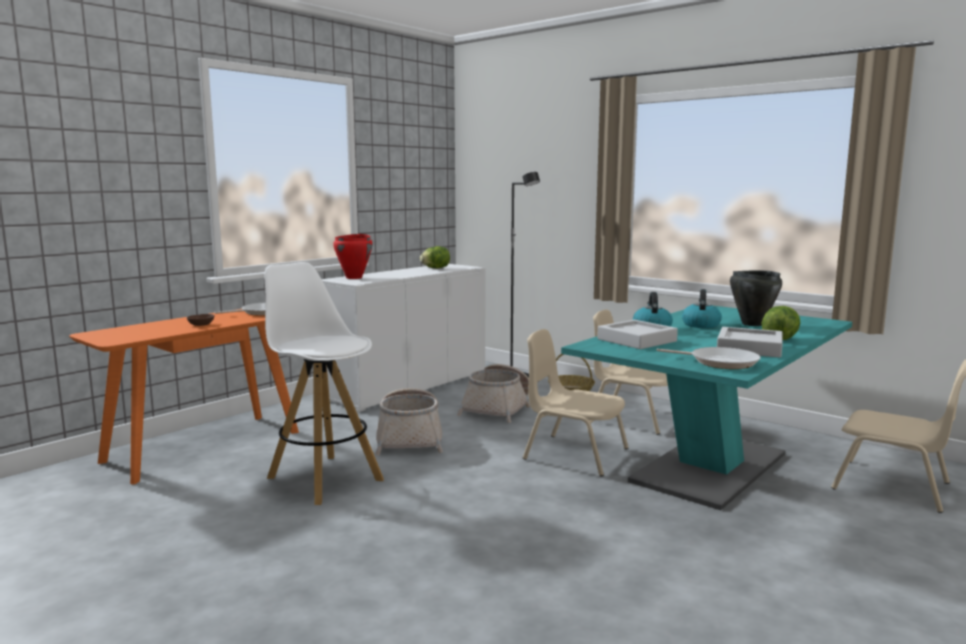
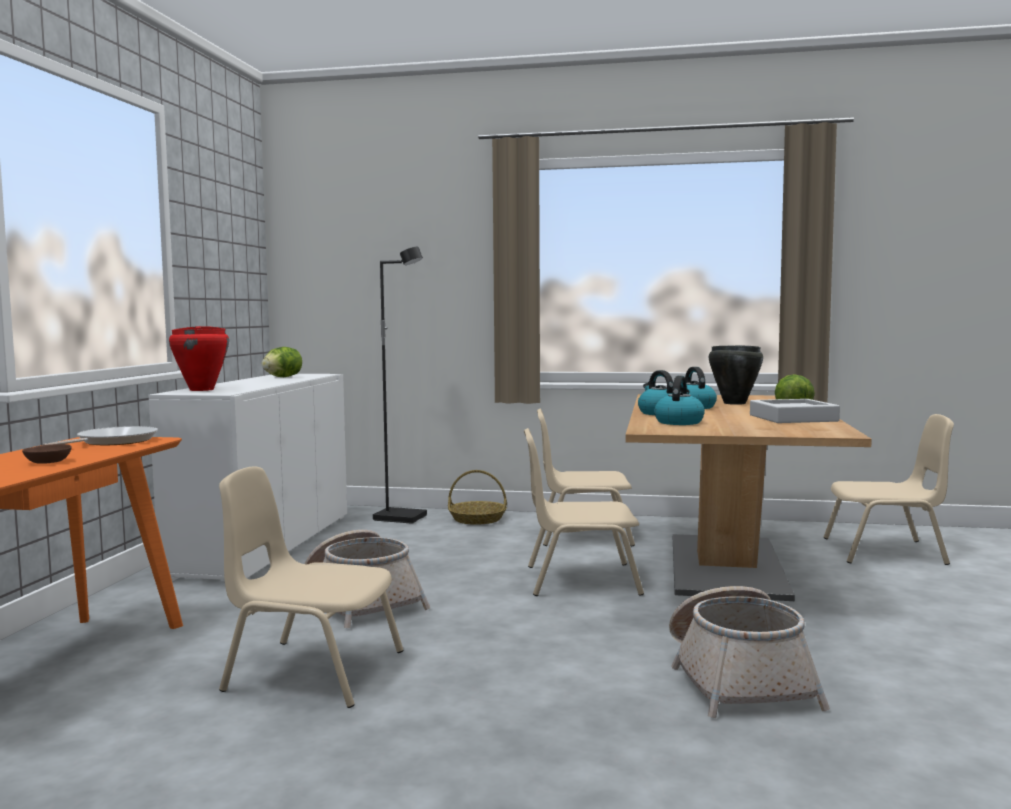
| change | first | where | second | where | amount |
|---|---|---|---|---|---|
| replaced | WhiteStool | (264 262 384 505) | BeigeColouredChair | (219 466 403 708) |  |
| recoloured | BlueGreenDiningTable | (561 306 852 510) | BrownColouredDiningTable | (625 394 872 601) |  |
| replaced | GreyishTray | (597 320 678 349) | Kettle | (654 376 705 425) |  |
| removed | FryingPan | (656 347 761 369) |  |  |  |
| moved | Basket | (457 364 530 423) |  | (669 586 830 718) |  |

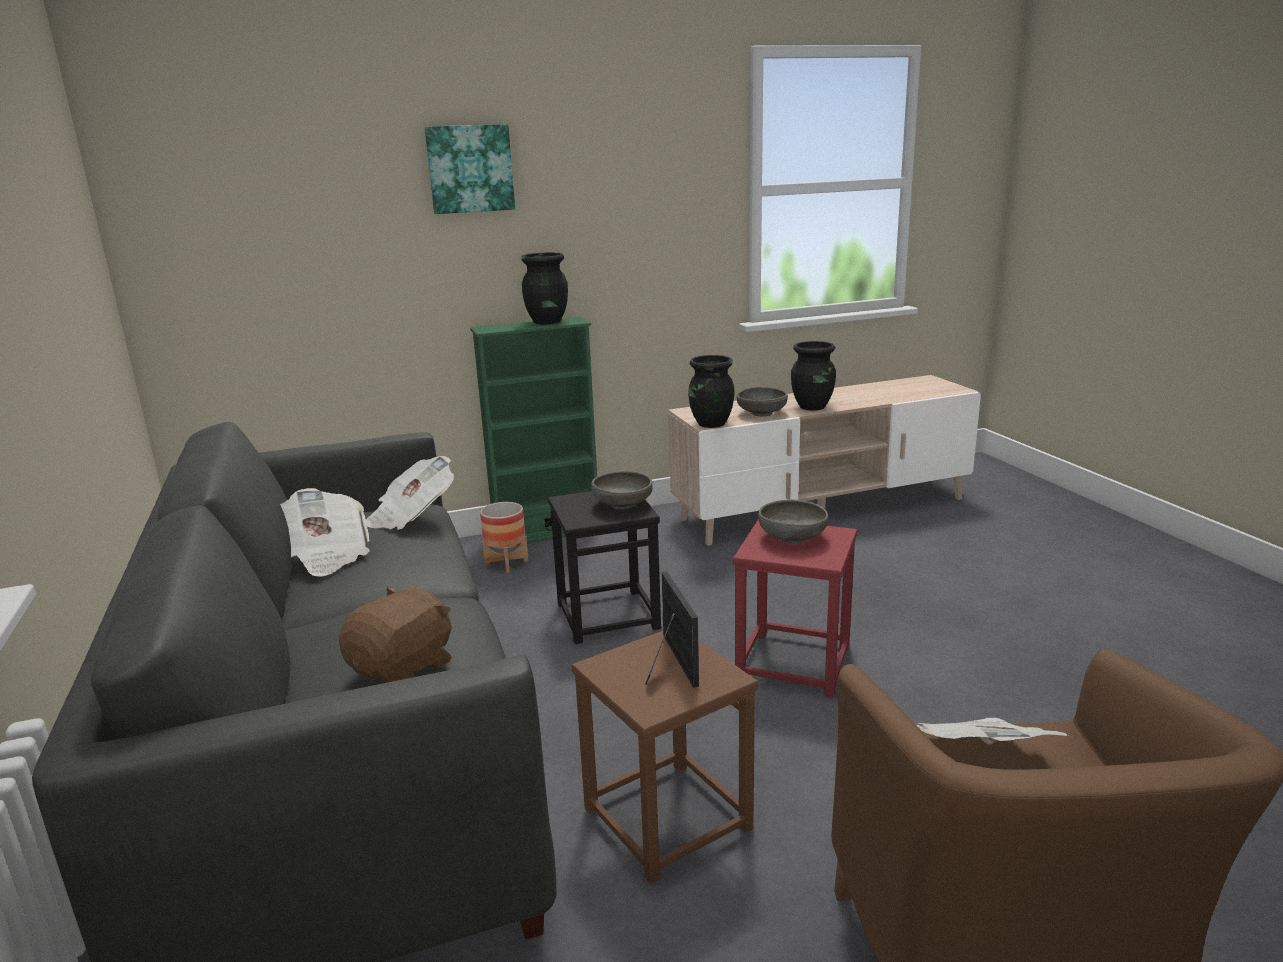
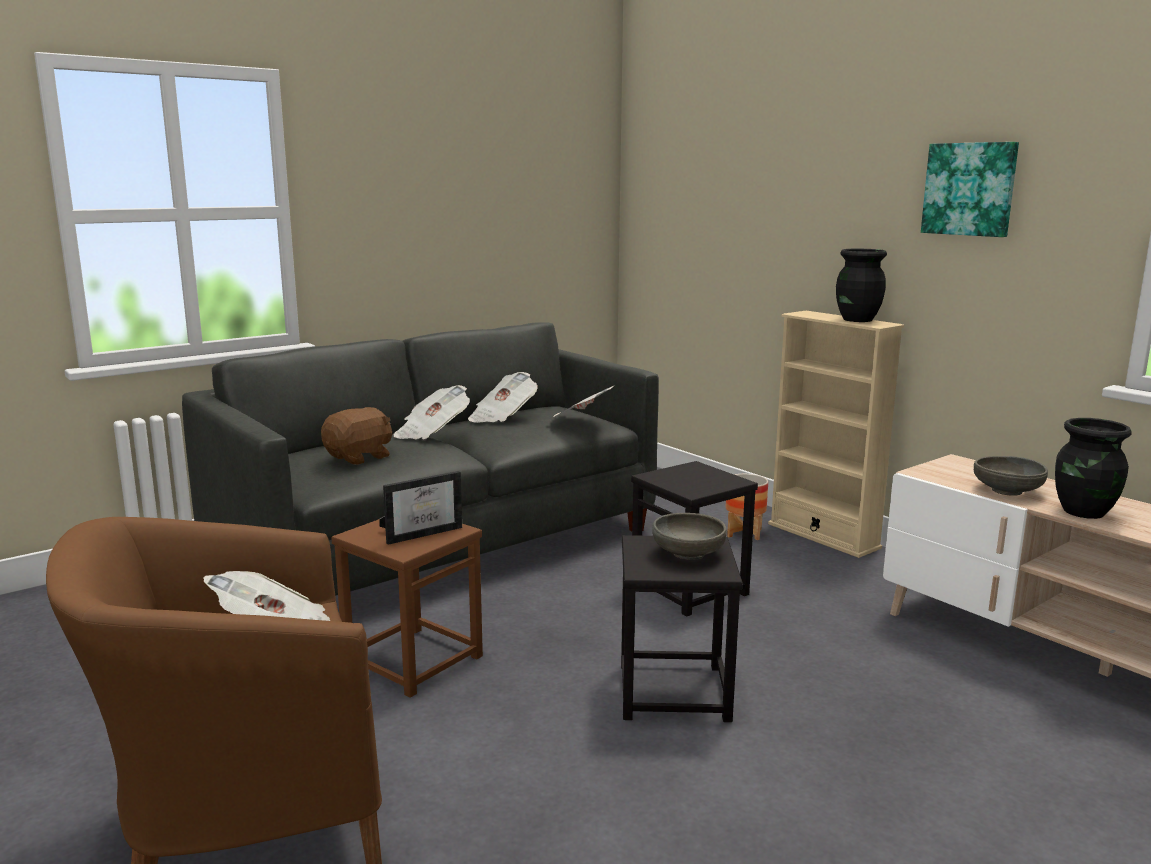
| change | first | where | second | where | amount |
|---|---|---|---|---|---|
| moved | WallArt | (424 124 515 214) |  | (921 142 1019 237) |  |
| recoloured | GreenColouredBookcase | (470 317 597 545) | BeigeColouredBookcase | (768 311 904 558) |  |
| removed | BlackishDecorativeVase | (688 355 735 428) |  |  |  |
| removed | GreyishBowl | (591 471 653 509) |  |  |  |
| recoloured | ReddishStool | (733 519 857 697) | BlackishStool | (621 535 743 722) |  |
| turned | BrownColouredPlushToy | (339 587 452 683) |  | (321 407 392 465) | 60 degrees counterclockwise |
| added |  |  | Newspaper | (393 385 470 439) |  |

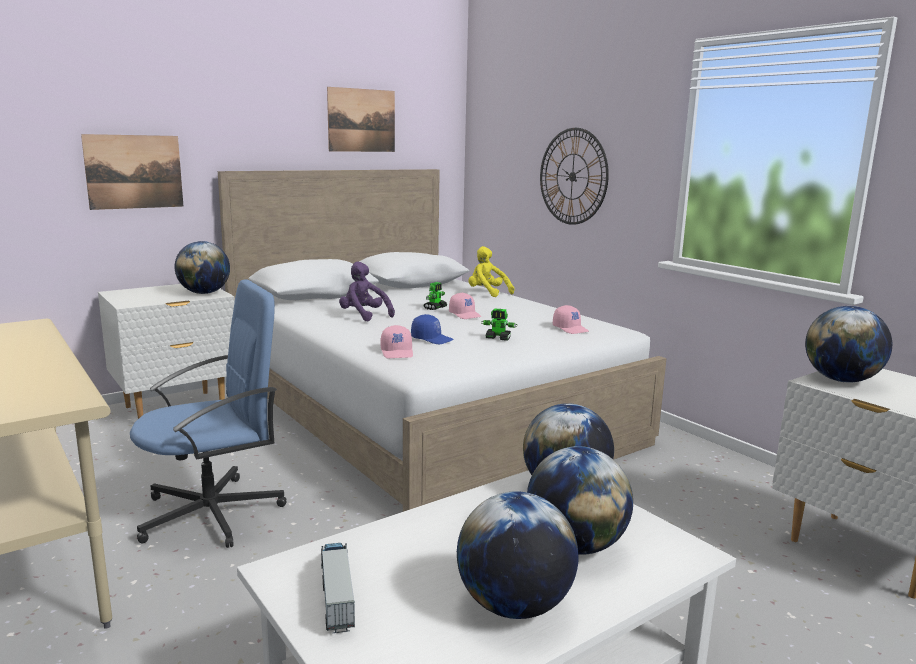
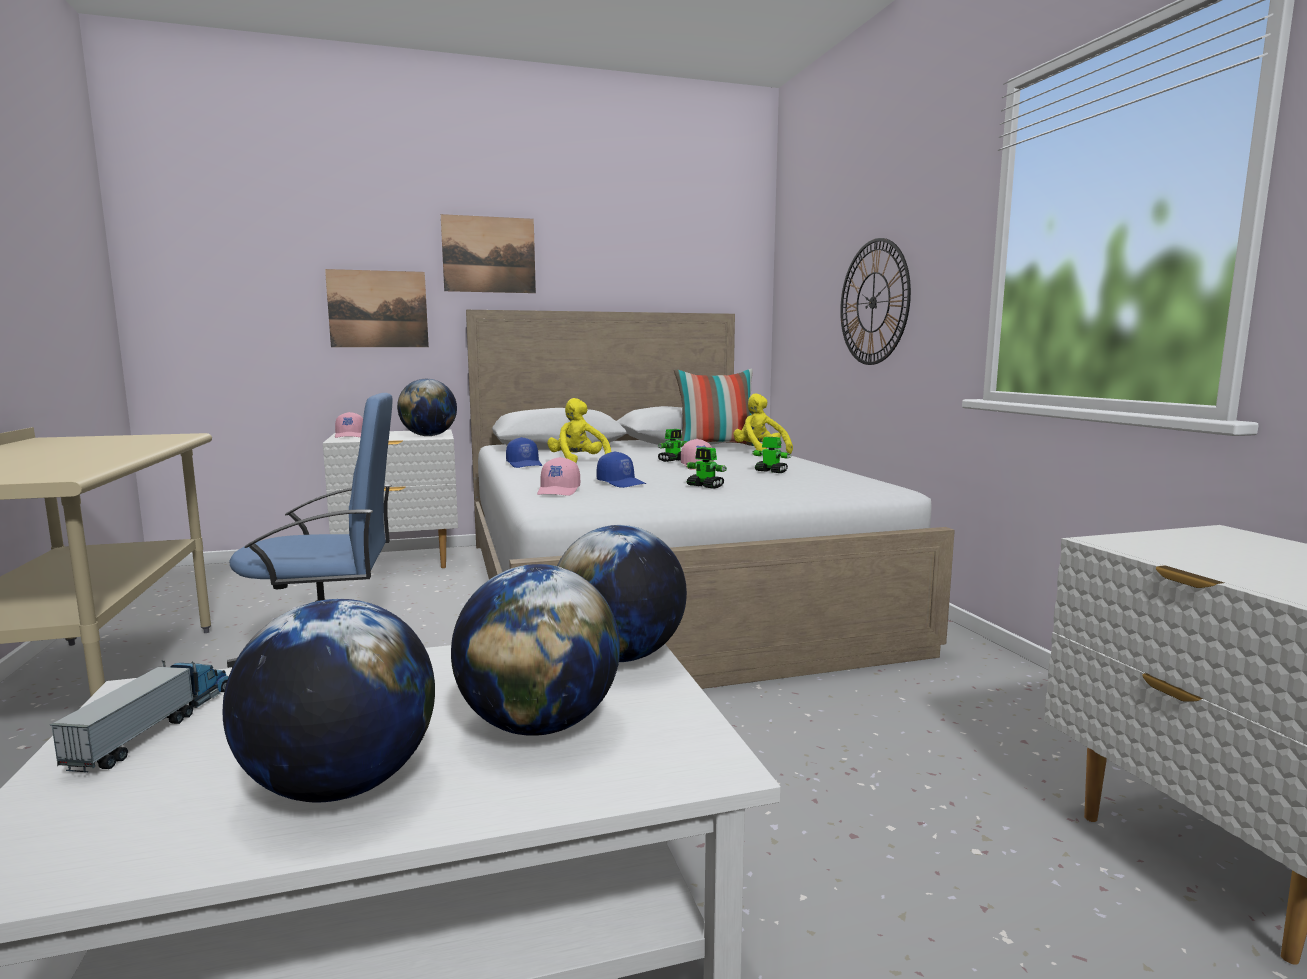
| change | first | where | second | where | amount |
|---|---|---|---|---|---|
| moved | WallArt | (327 87 395 152) |  | (441 214 536 293) |  |
| recoloured | PurpleColouredPlushToy | (339 262 395 321) | YellowColouredPlushToy | (547 398 611 463) |  |
| moved | PinkCap | (553 305 589 334) |  | (335 412 363 438) |  |
| removed | DeskGlobe | (805 306 892 382) |  |  |  |
| added |  |  | Pillow | (674 369 754 447) |  |
| added |  |  | BluishCap | (506 437 542 468) |  |
| added |  |  | ModelRobot | (752 437 791 473) |  |

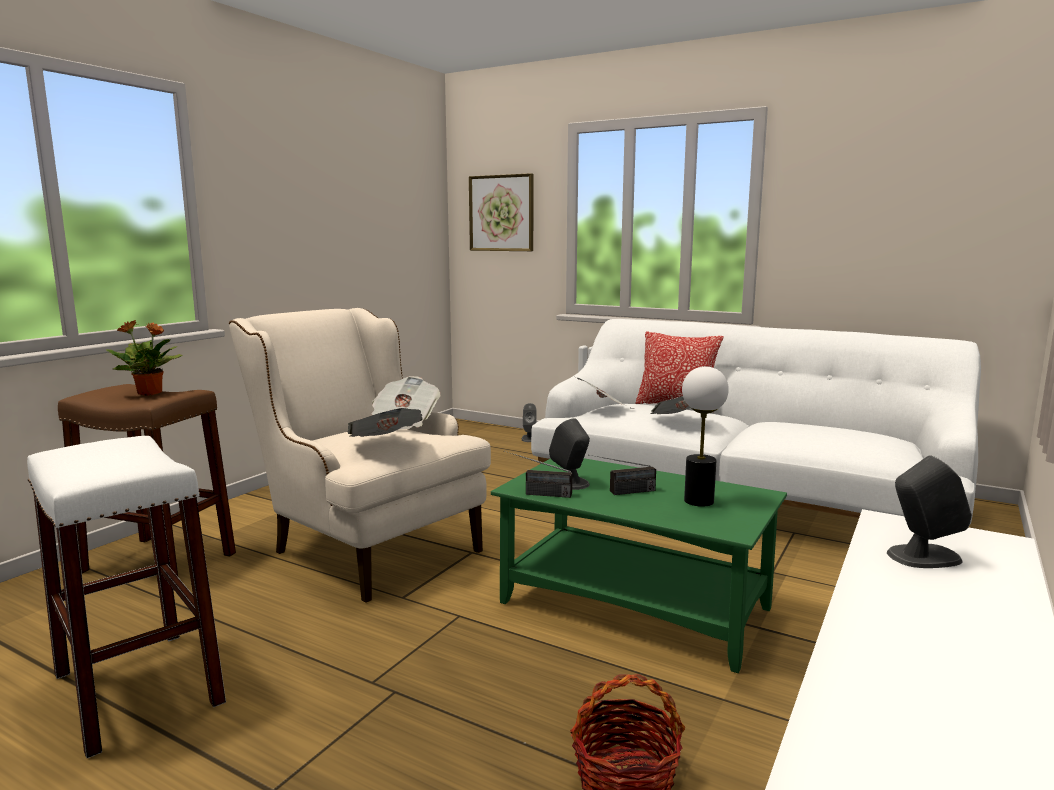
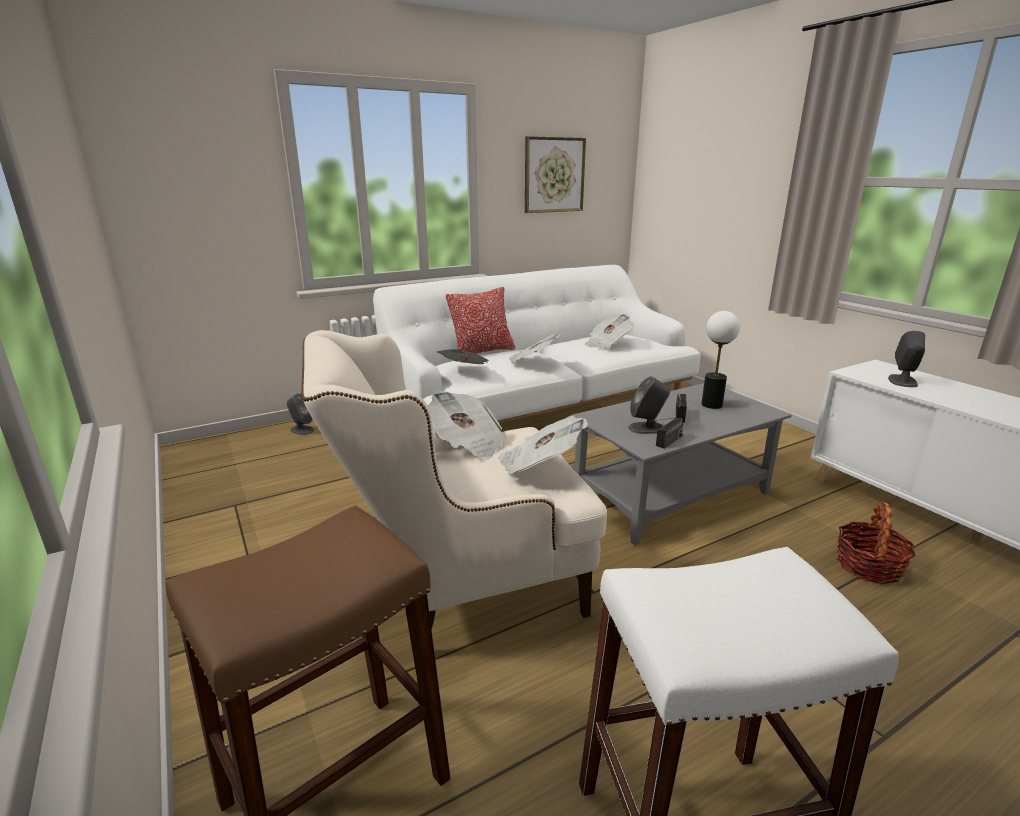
| change | first | where | second | where | amount |
|---|---|---|---|---|---|
| moved | WallArt | (469 173 533 251) |  | (525 136 586 213) |  |
| removed | PottedPlant | (106 320 183 396) |  |  |  |
| recoloured | GreenColouredLoungeTable | (491 458 787 673) | GreyishLoungeTable | (570 383 792 546) |  |
| added |  |  | Newspaper | (585 314 634 348) |  |

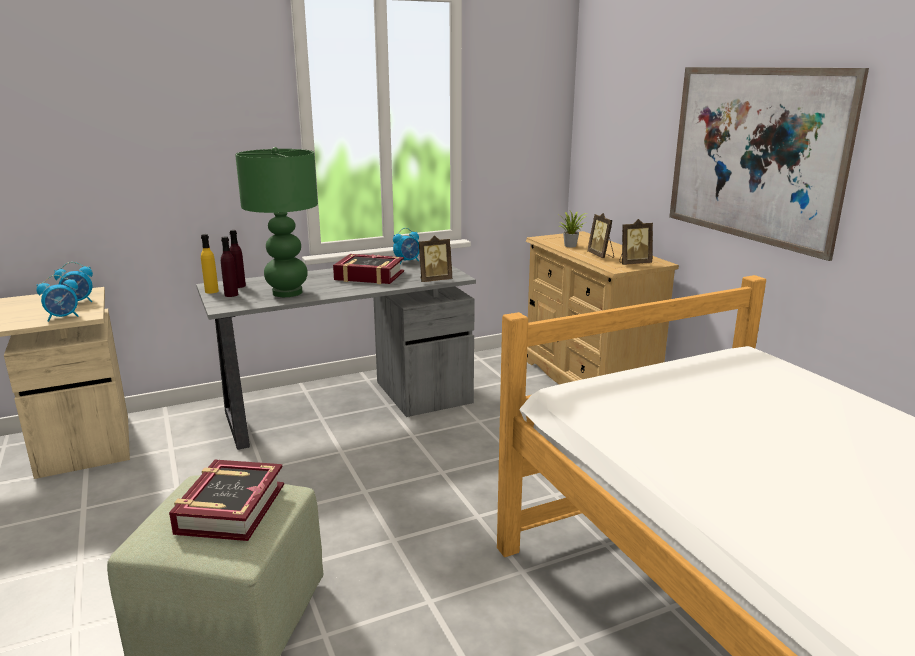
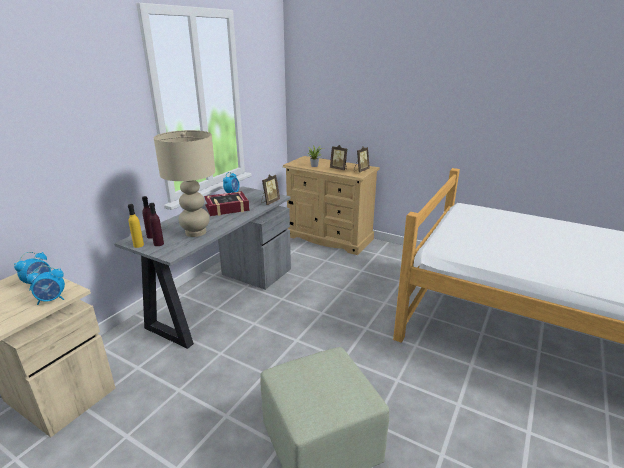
| change | first | where | second | where | amount |
|---|---|---|---|---|---|
| removed | WallArt | (669 67 869 261) |  |  |  |
| recoloured | GreenColouredLampForATable | (235 147 318 297) | BeigeColouredLampForATable | (154 130 215 237) |  |
| turned | BedsideClock | (36 275 79 322) |  | (27 266 65 305) | 45 degrees clockwise |
| removed | BoundBook | (169 460 284 541) |  |  |  |

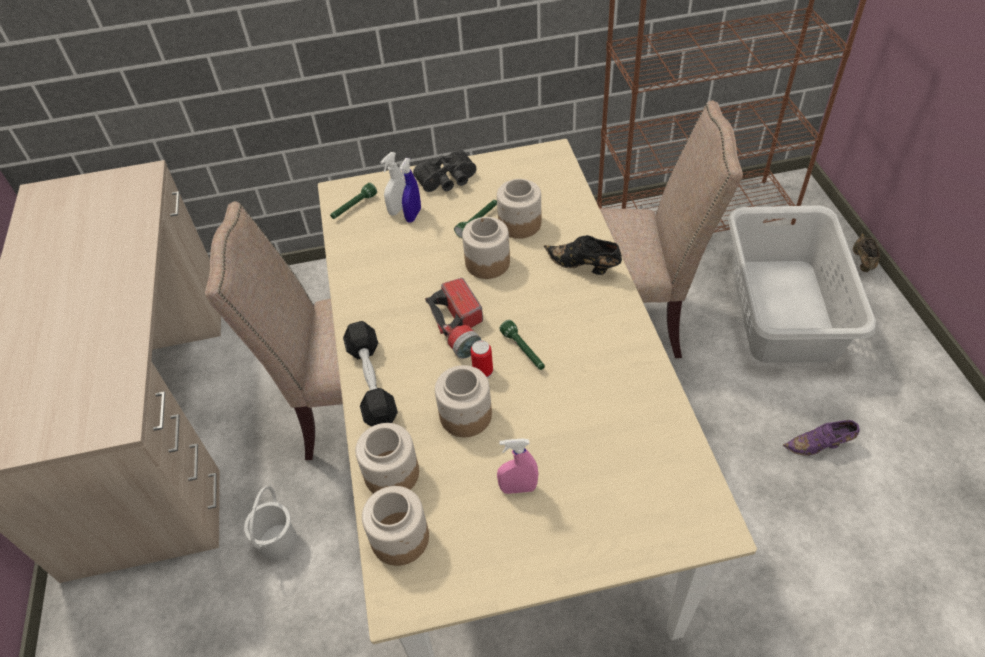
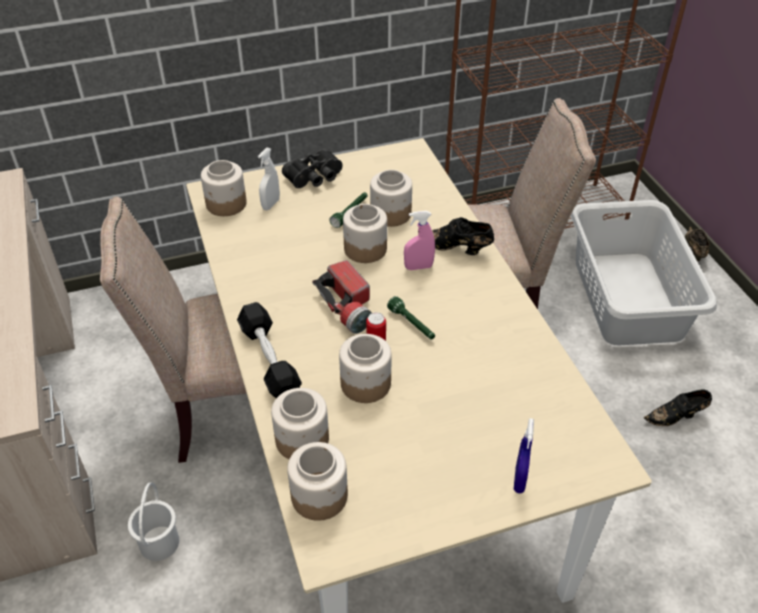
| change | first | where | second | where | amount |
|---|---|---|---|---|---|
| moved | BluishSprayBottle | (399 158 421 223) |  | (513 418 534 494) |  |
| replaced | GreenColouredTorch | (330 183 377 219) | StorageJar | (201 160 247 216) |  |
| recoloured | PurpleColouredShoe | (783 420 860 456) | BlackishShoe | (644 389 712 426) |  |
| moved | PinkSprayBottle | (497 438 538 494) |  | (404 211 435 270) |  |

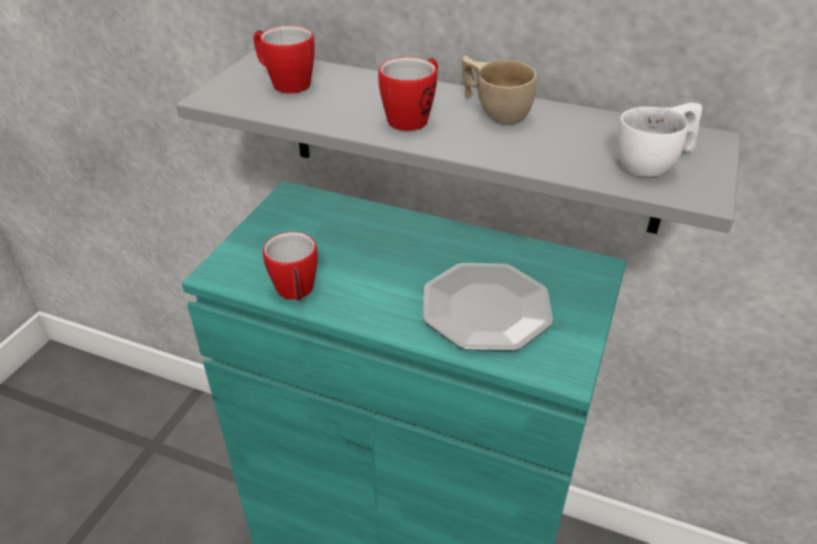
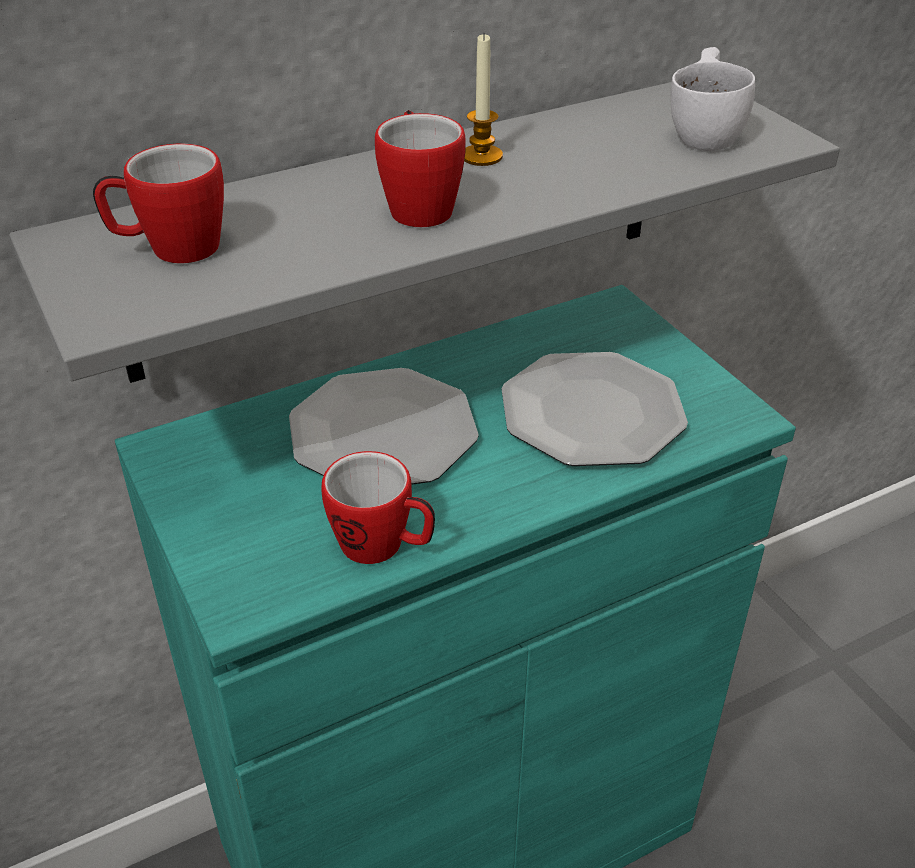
| change | first | where | second | where | amount |
|---|---|---|---|---|---|
| replaced | BeigeColouredCup | (462 56 536 125) | Candle | (464 34 503 166) |  |
| added |  |  | FlatDish | (289 368 479 485) |  |

